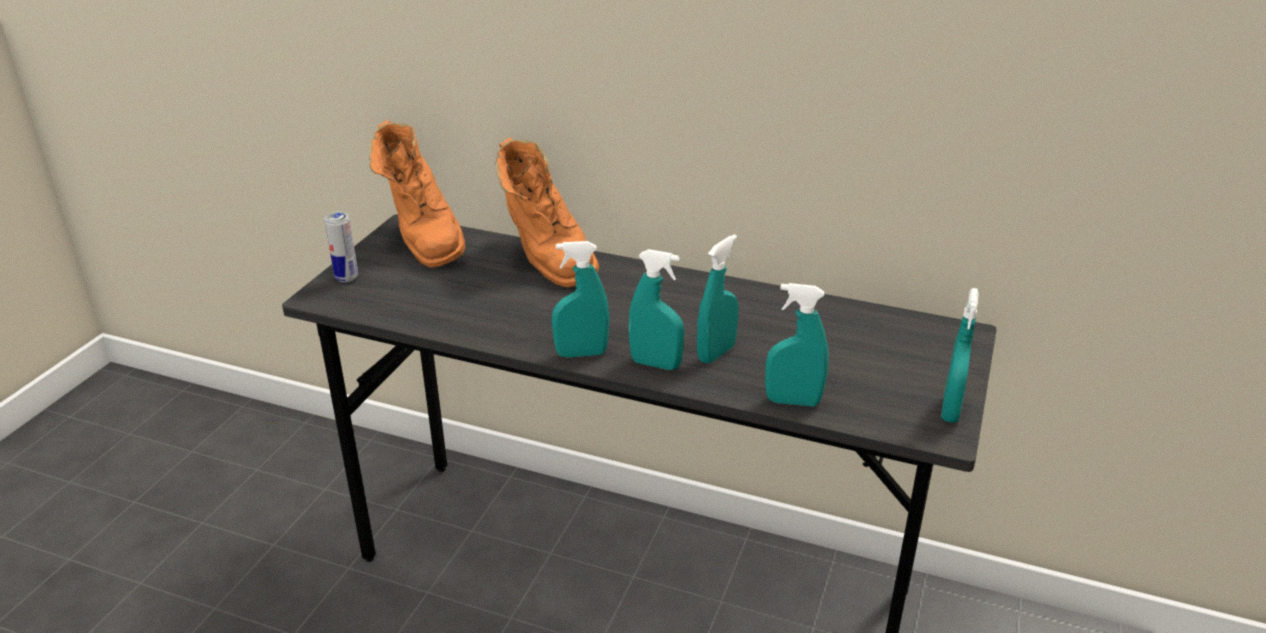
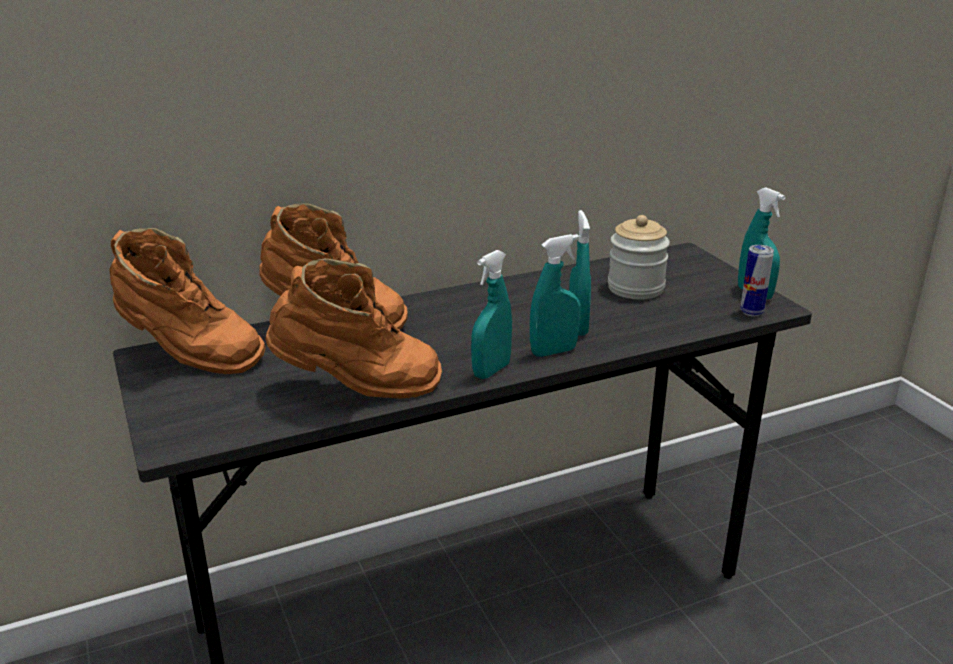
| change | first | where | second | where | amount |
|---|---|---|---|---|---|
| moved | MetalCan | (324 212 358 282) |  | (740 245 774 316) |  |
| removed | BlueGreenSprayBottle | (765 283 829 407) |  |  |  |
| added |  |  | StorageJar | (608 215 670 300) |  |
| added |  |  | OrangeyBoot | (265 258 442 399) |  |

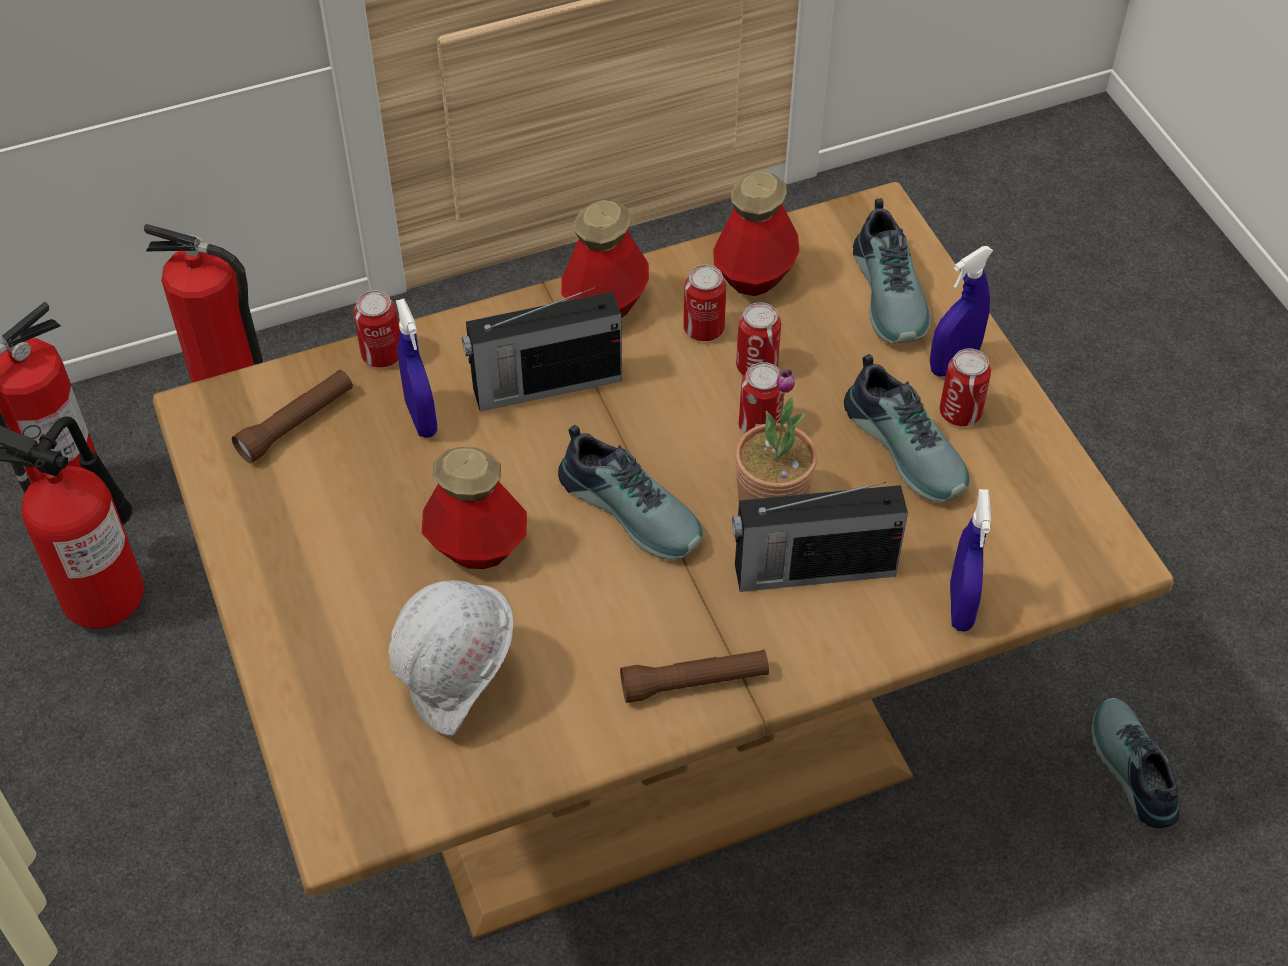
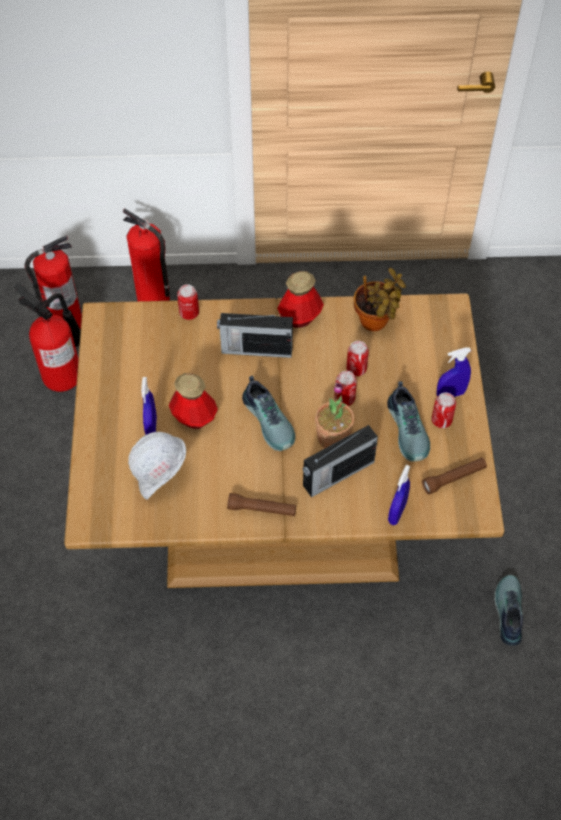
| change | first | where | second | where | amount |
|---|---|---|---|---|---|
| replaced | Bottle | (713 172 800 296) | PottedPlant | (354 268 406 331) |  |
| removed | Shoe | (853 198 931 343) |  |  |  |
| removed | MetalCan | (683 265 726 341) |  |  |  |
| moved | BluishSprayBottle | (396 299 437 438) |  | (141 377 157 435) |  |
| moved | BrownColouredTorch | (232 370 353 463) |  | (422 457 487 495) |  |
| turned | RadioSet | (732 482 908 592) |  | (303 425 378 497) | 45 degrees counterclockwise |

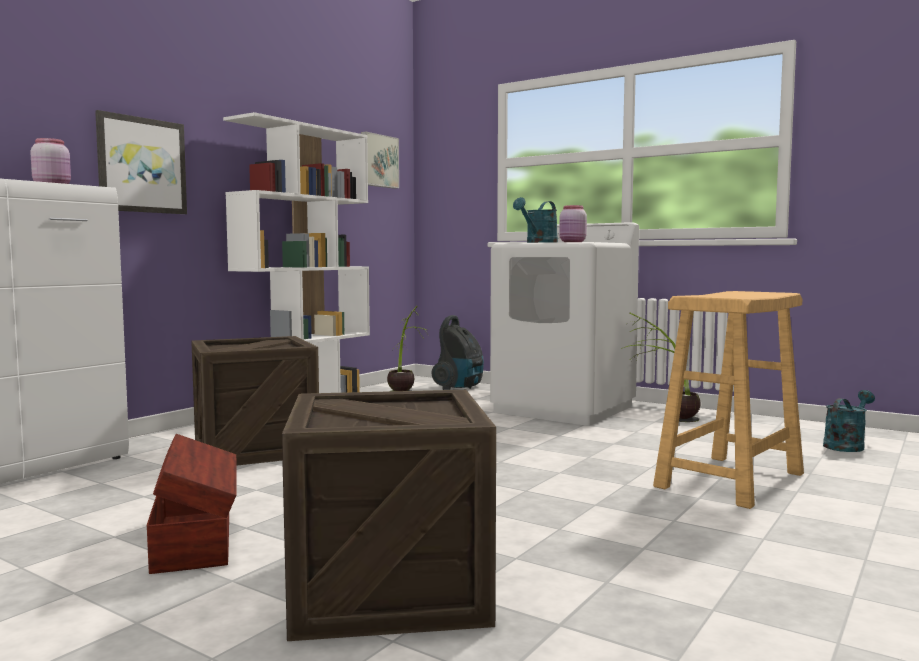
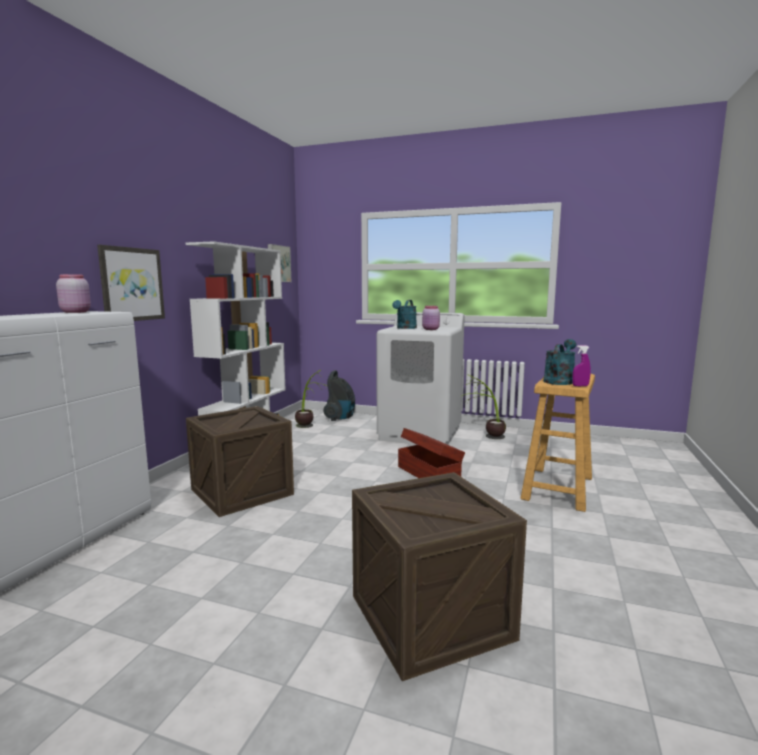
| change | first | where | second | where | amount |
|---|---|---|---|---|---|
| moved | BlueGreenWateringPot | (823 390 875 452) |  | (543 339 576 385) |  |
| moved | BrownColouredStorageContainer | (146 434 237 574) |  | (398 428 465 478) |  |
| added |  |  | PurpleColouredSprayBottle | (572 345 591 386) |  |

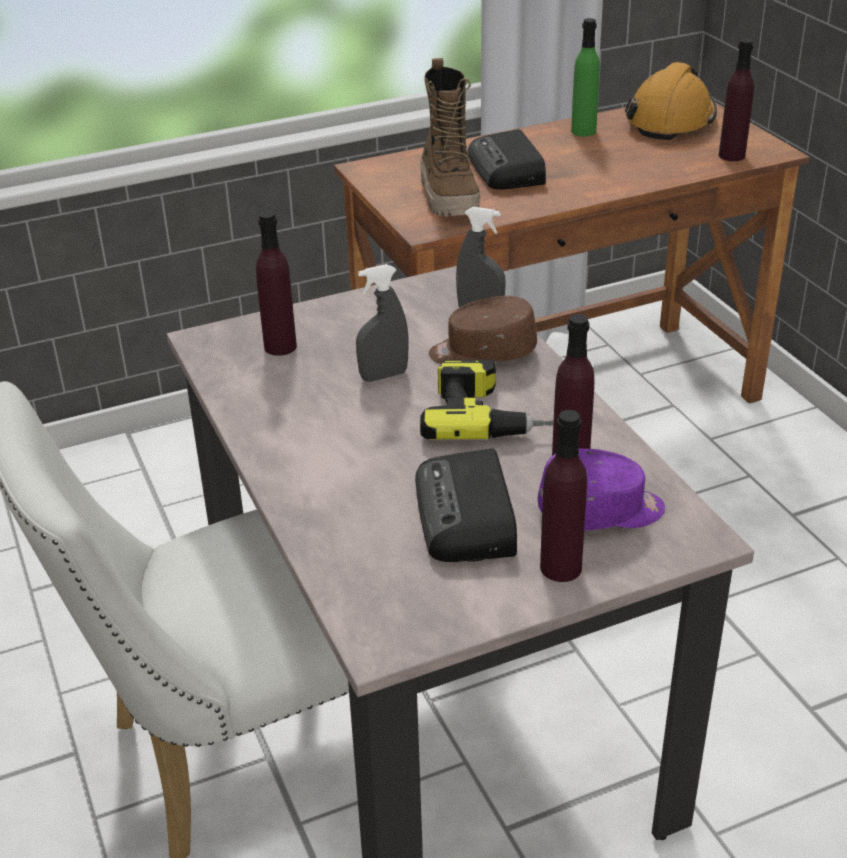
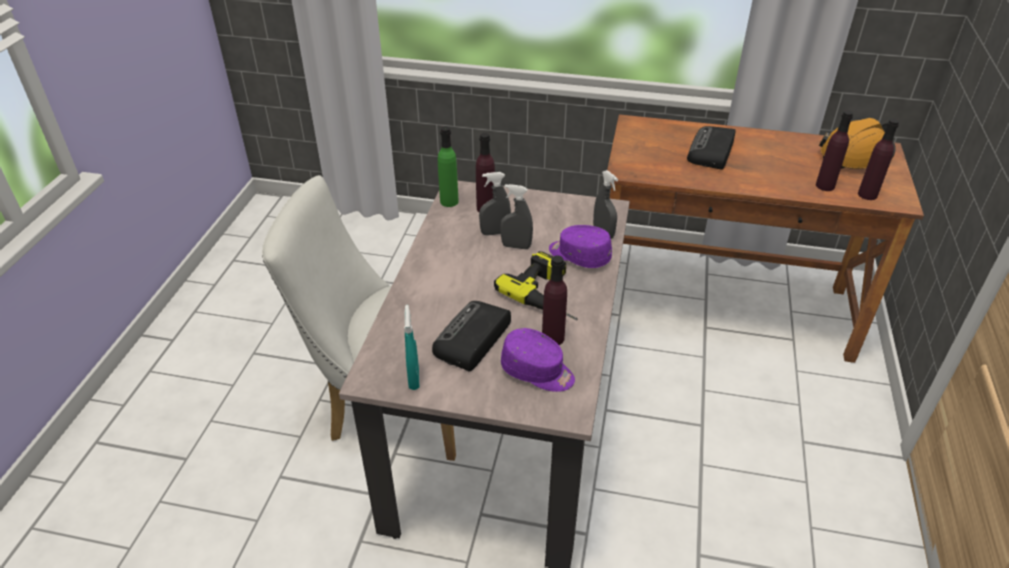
| change | first | where | second | where | amount |
|---|---|---|---|---|---|
| moved | GreenColouredBottle | (571 18 600 136) |  | (438 126 459 207) |  |
| removed | Boot | (420 58 480 217) |  |  |  |
| recoloured | BrownColouredCap | (429 296 537 364) | PurpleColouredCap | (549 225 612 268) |  |
| moved | PurpleColouredBottle | (540 410 587 582) |  | (816 110 853 191) |  |
| added |  |  | GreyishSprayBottle | (479 172 511 236) |  |
| added |  |  | BlueGreenSprayBottle | (404 305 419 390) |  |

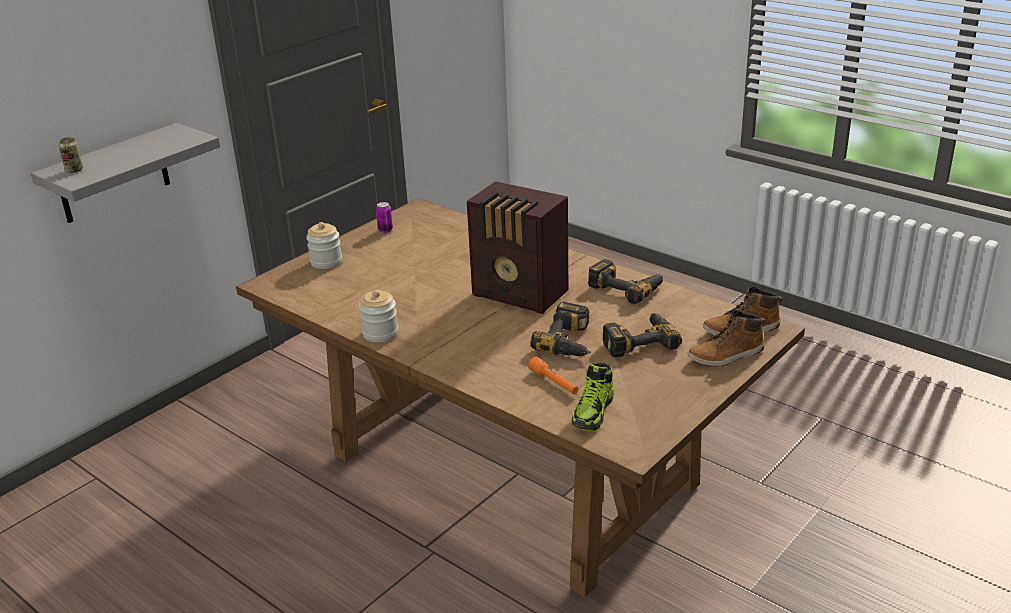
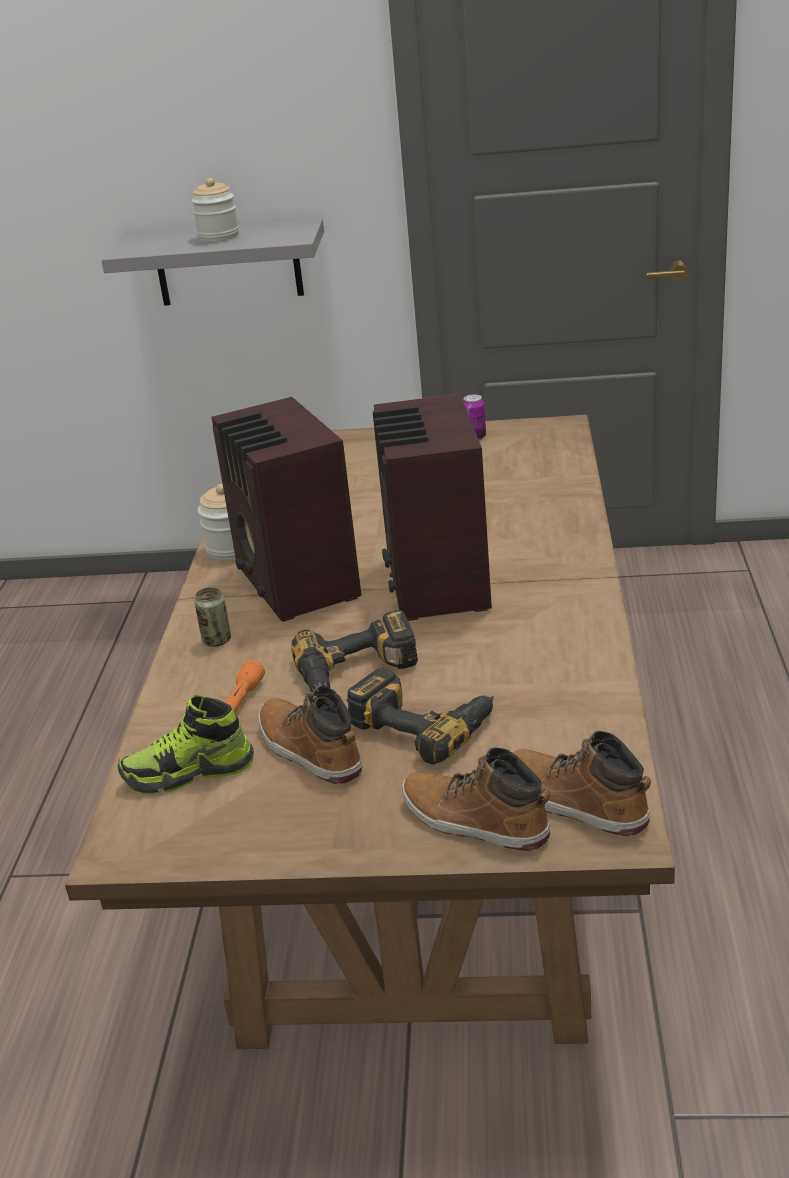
| change | first | where | second | where | amount |
|---|---|---|---|---|---|
| moved | MetalCan | (59 137 83 173) |  | (194 587 231 647) |  |
| moved | StorageJar | (306 222 342 269) |  | (192 178 239 242) |  |
| removed | PowerDrill | (588 259 663 304) |  |  |  |
| added |  |  | RadioSet | (211 397 361 622) |  |
| added |  |  | Boot | (259 685 362 784) |  |

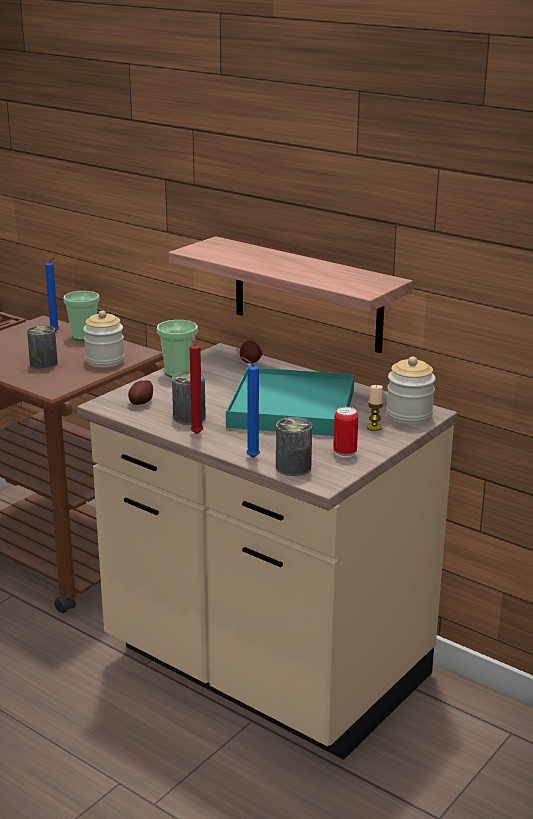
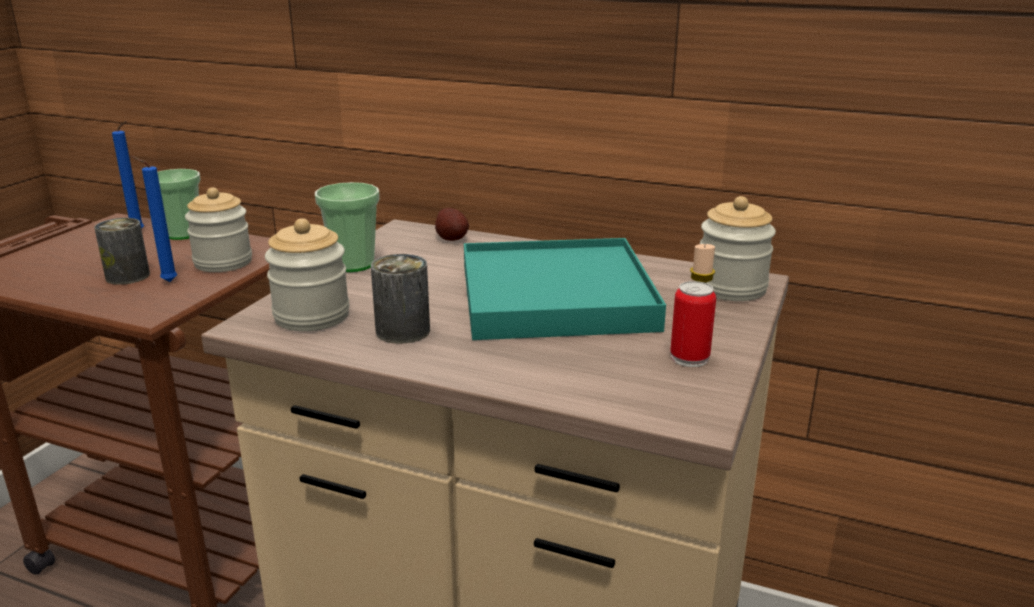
| change | first | where | second | where | amount |
|---|---|---|---|---|---|
| removed | WallShelf | (169 236 413 353) |  |  |  |
| removed | ReddishCandle | (190 333 203 434) |  |  |  |
| moved | BluishCandle | (241 357 260 458) |  | (131 156 177 282) |  |
| replaced | Potato | (128 380 153 405) | StorageJar | (265 218 350 331) |  |
| removed | MetalCan | (276 417 312 476) |  |  |  |

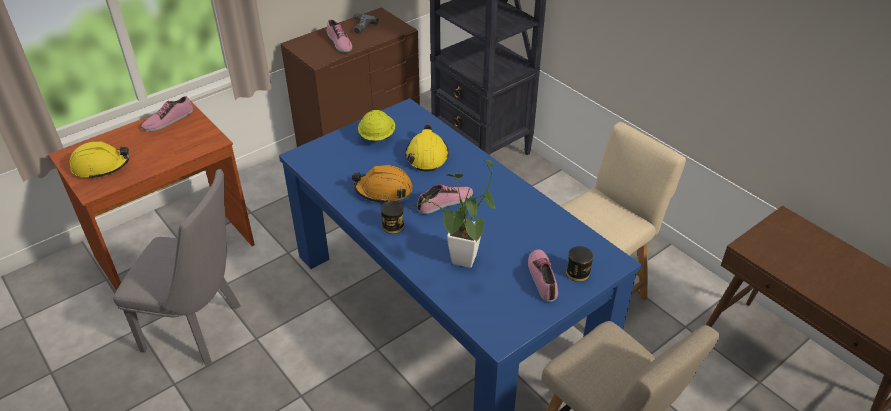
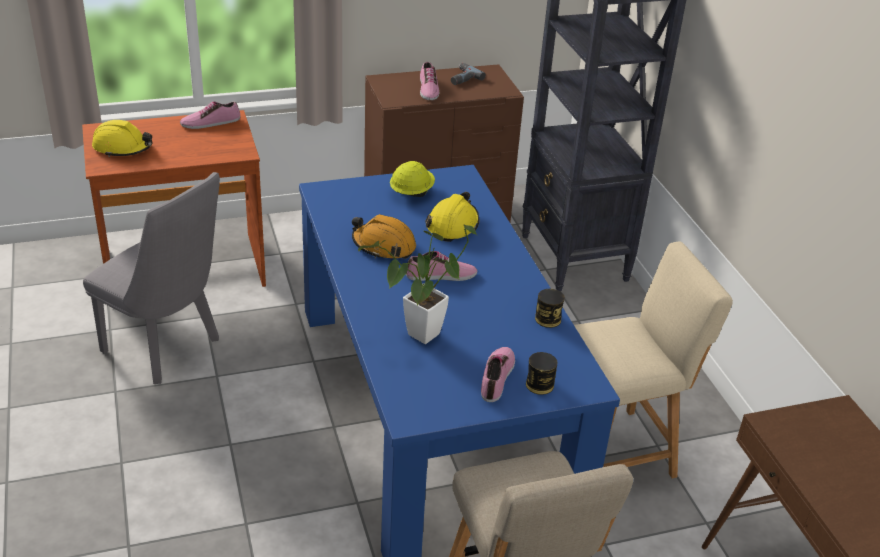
| change | first | where | second | where | amount |
|---|---|---|---|---|---|
| moved | MetalCan | (381 201 404 234) |  | (535 289 565 328) |  |

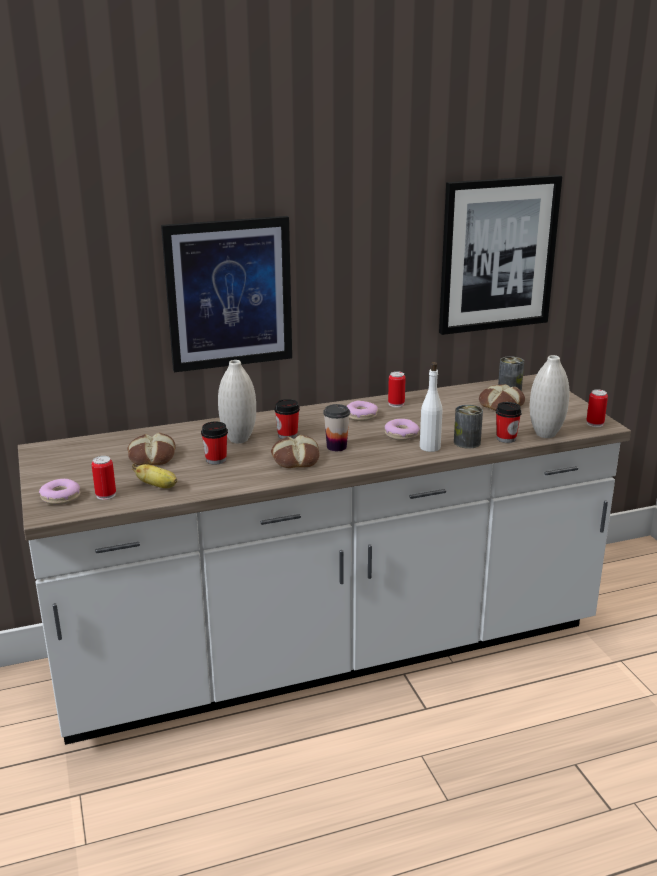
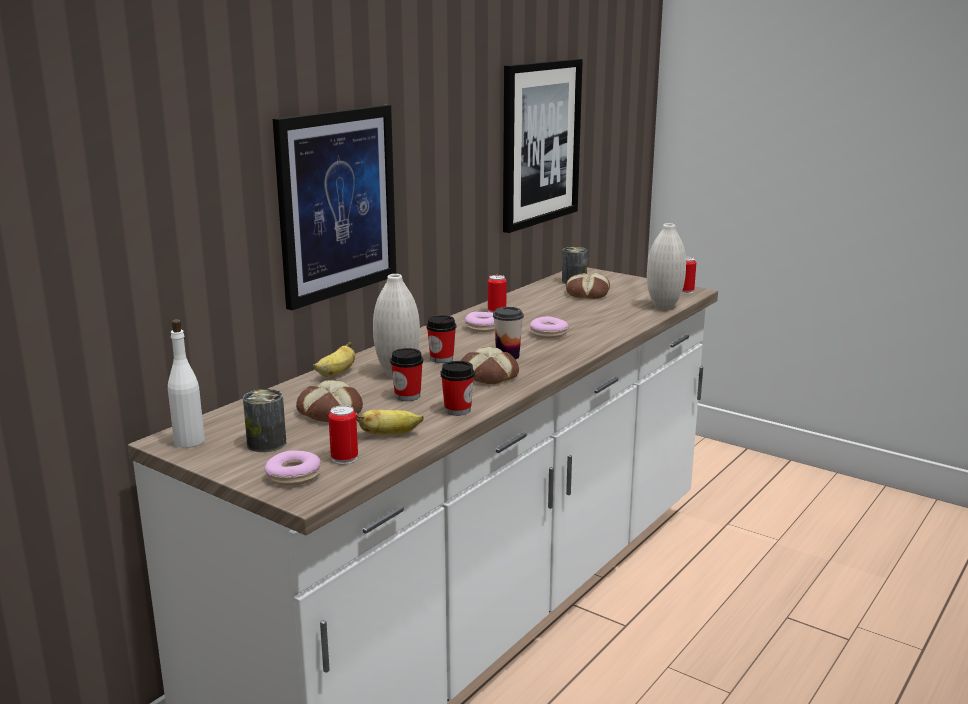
| change | first | where | second | where | amount |
|---|---|---|---|---|---|
| moved | WhiteBottle | (420 362 443 452) |  | (168 319 205 448) |  |
| moved | Cup | (496 402 522 443) |  | (440 361 475 416) |  |
| moved | MetalCan | (454 405 483 449) |  | (243 389 286 452) |  |
| added |  |  | WholeBanana | (313 342 355 377) |  |

